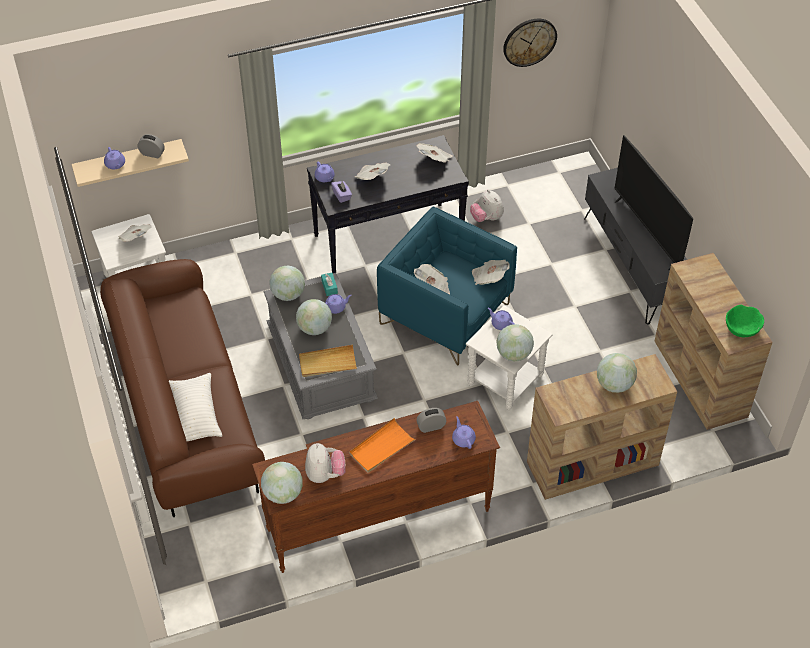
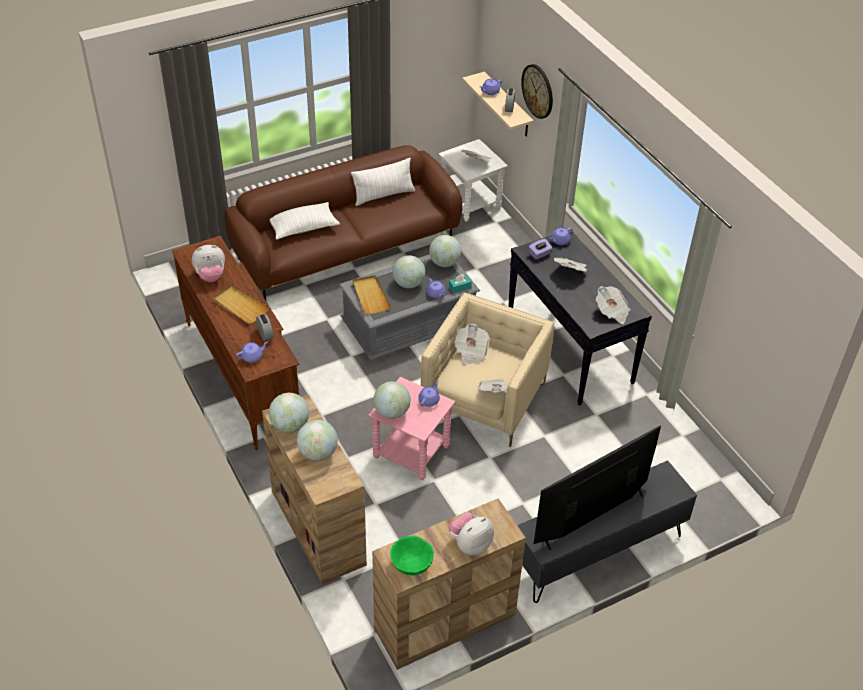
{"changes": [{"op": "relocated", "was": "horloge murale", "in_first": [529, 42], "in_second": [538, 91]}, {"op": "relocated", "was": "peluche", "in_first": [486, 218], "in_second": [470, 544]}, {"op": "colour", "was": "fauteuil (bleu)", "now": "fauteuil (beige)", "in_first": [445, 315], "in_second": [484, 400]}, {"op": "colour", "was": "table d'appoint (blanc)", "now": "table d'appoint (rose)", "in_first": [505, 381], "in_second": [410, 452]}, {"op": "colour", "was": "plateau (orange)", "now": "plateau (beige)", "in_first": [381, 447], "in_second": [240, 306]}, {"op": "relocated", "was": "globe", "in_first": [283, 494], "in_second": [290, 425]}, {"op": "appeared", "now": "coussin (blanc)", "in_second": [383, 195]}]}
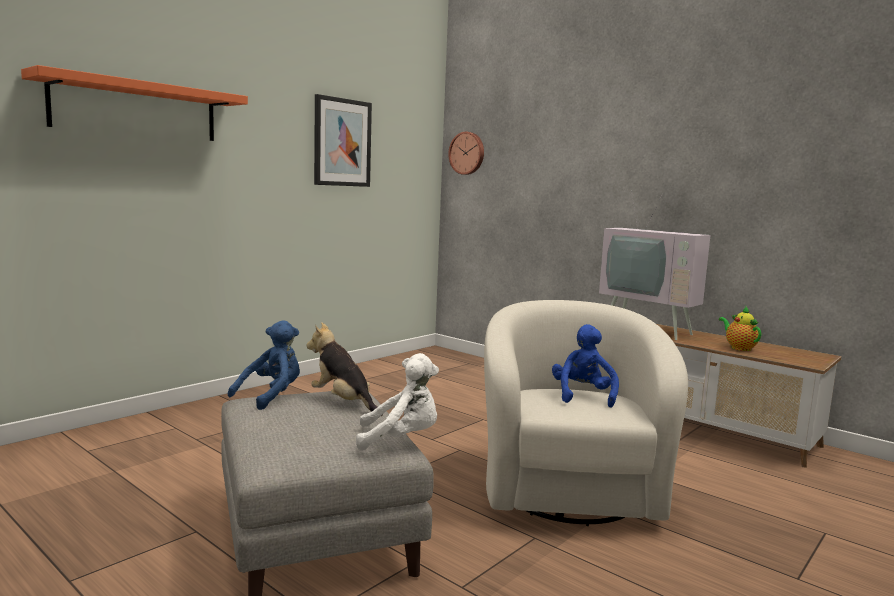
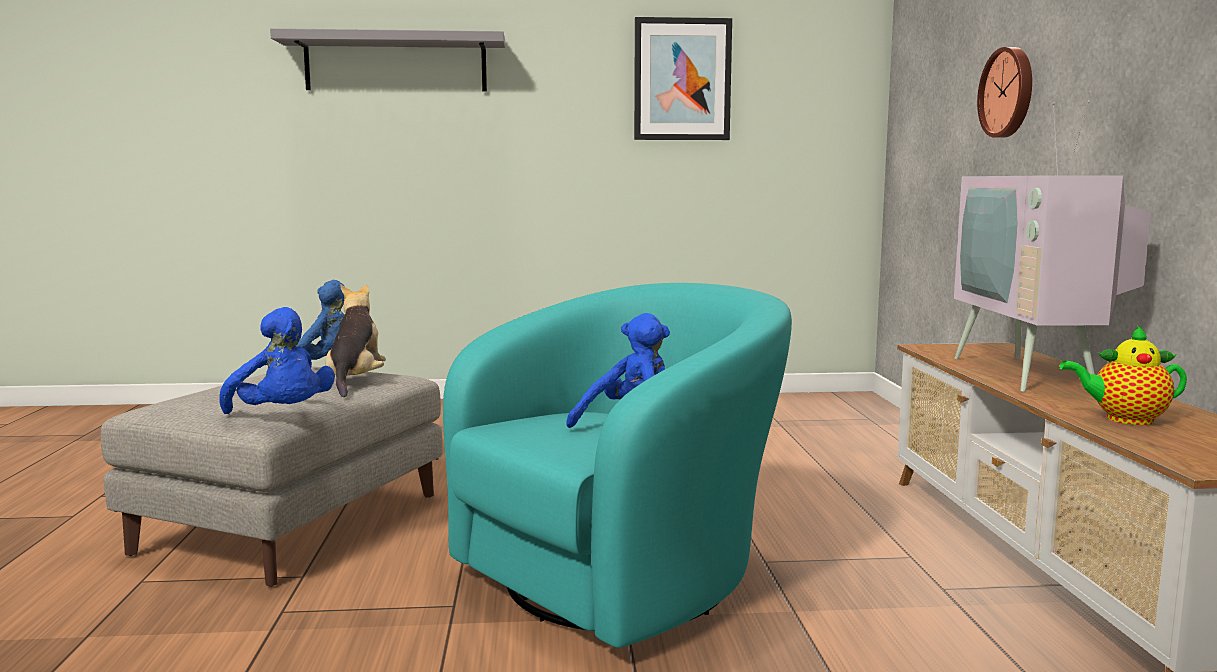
{"changes": [{"op": "colour", "was": "étagère (orange)", "now": "étagère (gris)", "in_first": [136, 110], "in_second": [396, 64]}, {"op": "relocated", "was": "horloge murale", "in_first": [467, 153], "in_second": [1008, 92]}, {"op": "colour", "was": "fauteuil (beige)", "now": "fauteuil (turquoise)", "in_first": [567, 489], "in_second": [623, 579]}, {"op": "spun", "was": "théière", "in_first": [739, 348], "in_second": [1124, 419], "clockwise": -105}, {"op": "colour", "was": "peluche (blanc)", "now": "peluche (bleu)", "in_first": [401, 439], "in_second": [282, 415]}]}
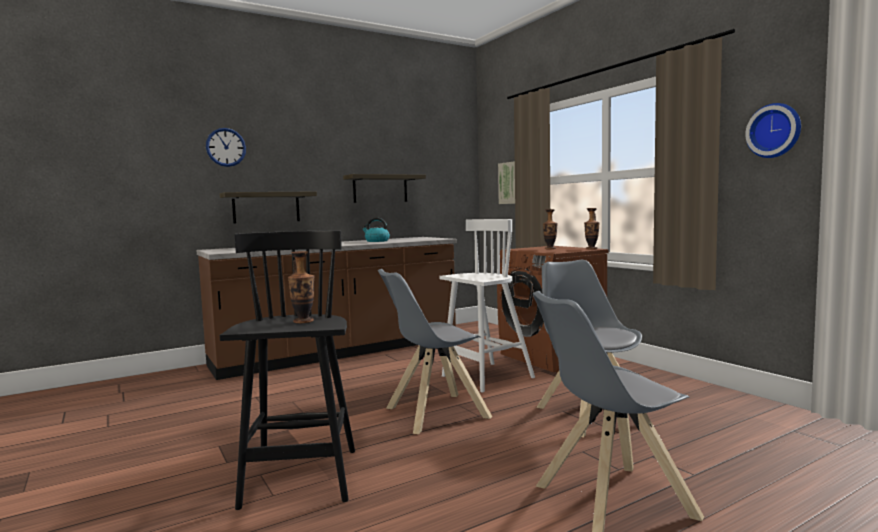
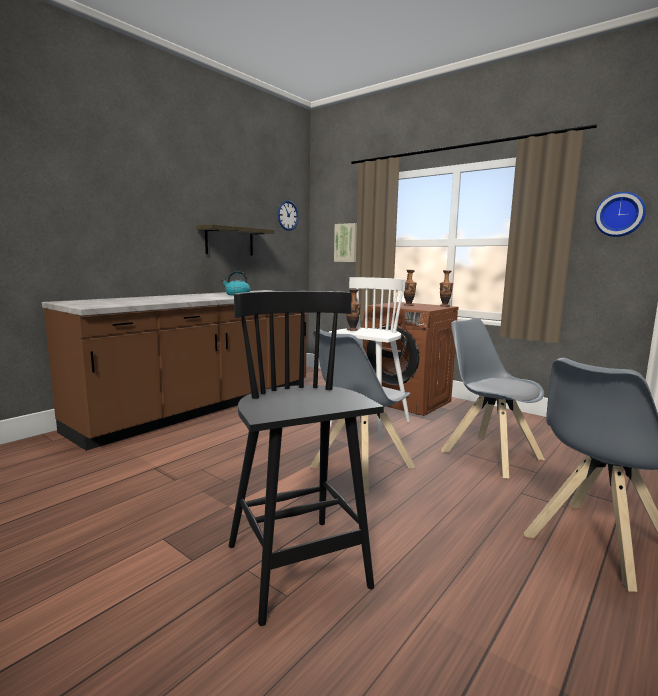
{"changes": [{"op": "relocated", "was": "horloge murale", "in_first": [226, 147], "in_second": [287, 215]}, {"op": "missing", "was": "étagère", "in_first": [266, 207]}, {"op": "relocated", "was": "vase", "in_first": [303, 321], "in_second": [352, 330]}]}
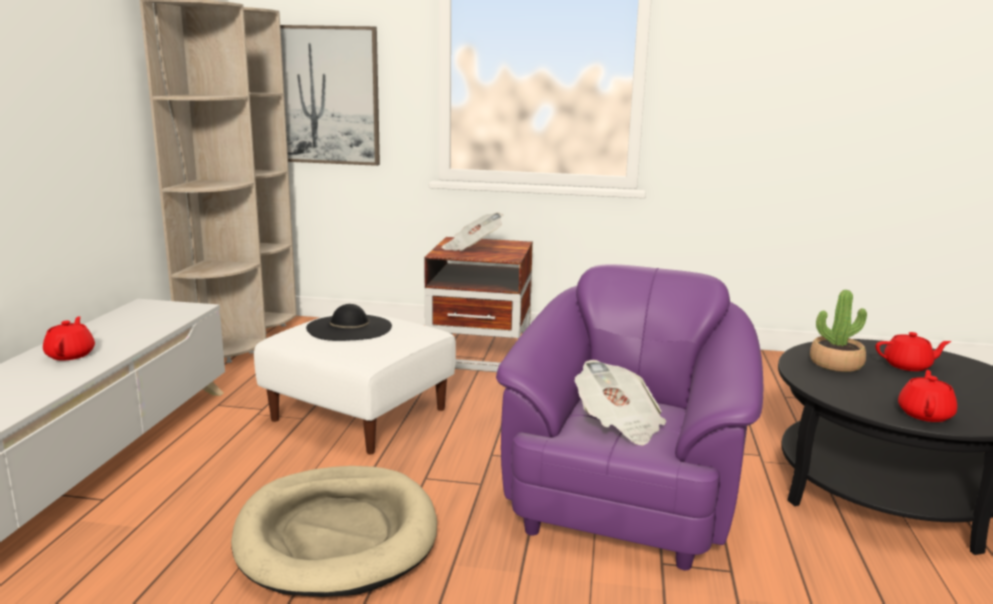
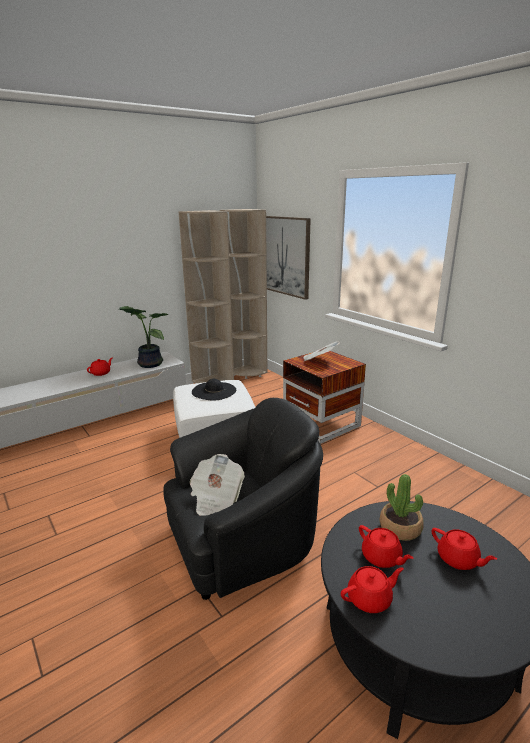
{"changes": [{"op": "colour", "was": "fauteuil (violet)", "now": "fauteuil (noir)", "in_first": [624, 501], "in_second": [242, 544]}, {"op": "missing", "was": "panier pour chien (beige)", "in_first": [337, 535]}, {"op": "appeared", "now": "plante en pot", "in_second": [148, 364]}, {"op": "appeared", "now": "théière (rouge)", "in_second": [382, 557]}]}
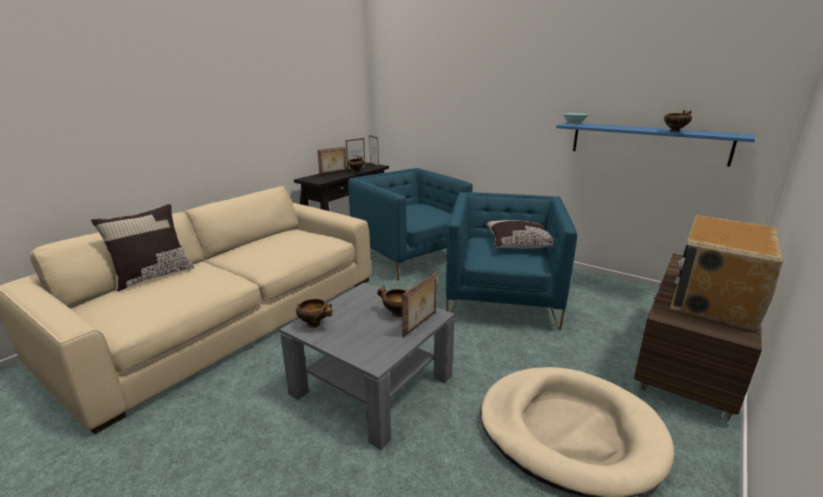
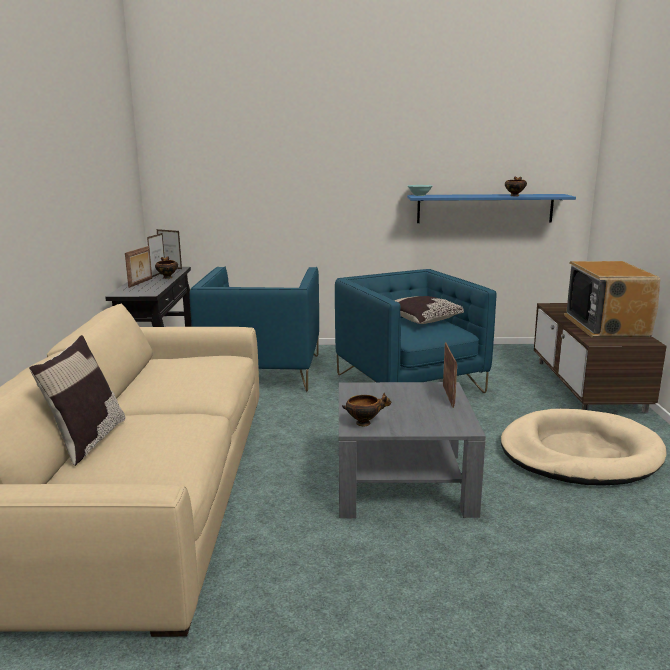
{"changes": [{"op": "spun", "was": "fauteuil (bleu)", "in_first": [409, 256], "in_second": [262, 371], "clockwise": -105}, {"op": "missing", "was": "bol", "in_first": [396, 313]}]}
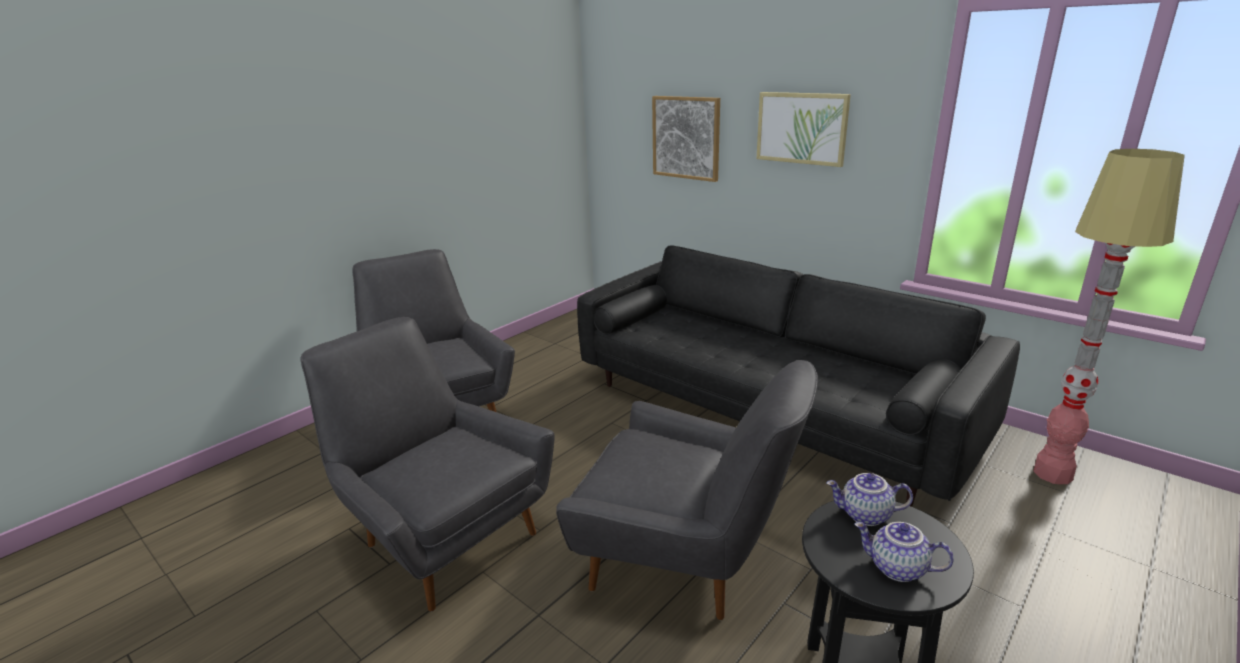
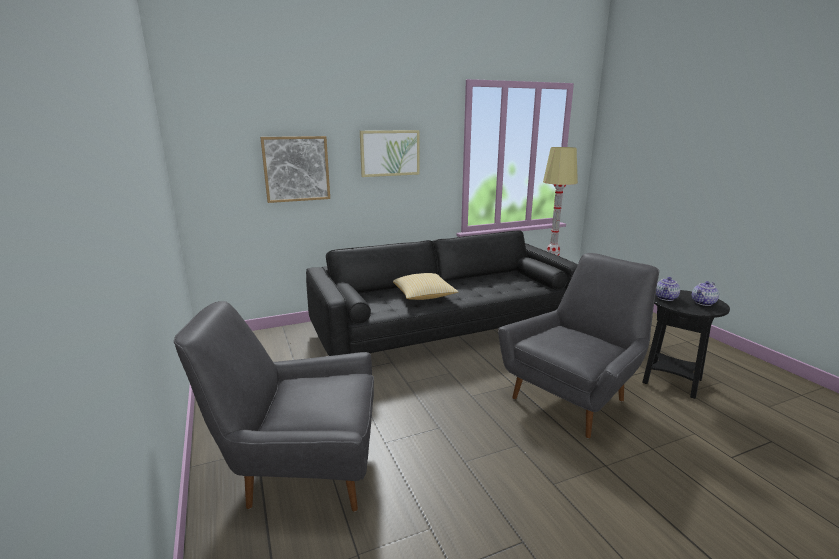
{"changes": [{"op": "missing", "was": "fauteuil (gris)", "in_first": [442, 538]}, {"op": "appeared", "now": "coussin", "in_second": [424, 296]}]}
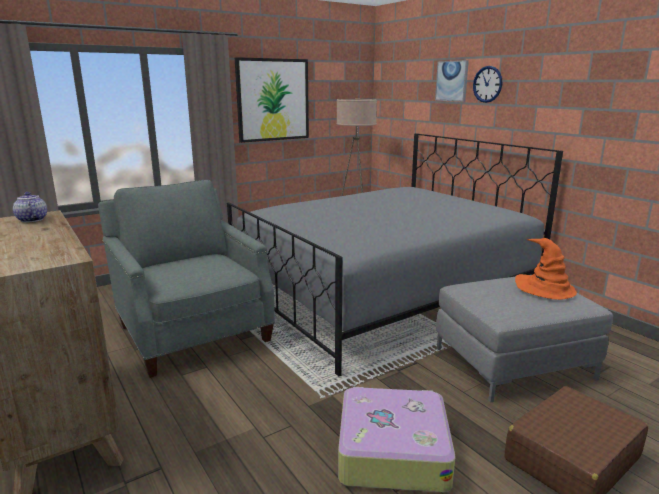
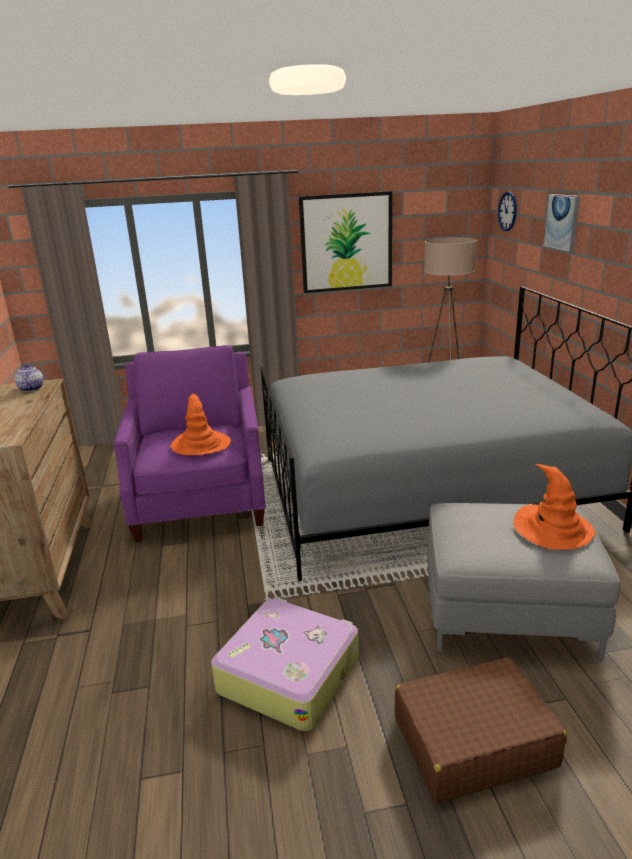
{"changes": [{"op": "relocated", "was": "horloge murale", "in_first": [487, 84], "in_second": [507, 211]}, {"op": "colour", "was": "fauteuil (gris)", "now": "fauteuil (violet)", "in_first": [192, 330], "in_second": [201, 499]}, {"op": "appeared", "now": "chapeau (orange)", "in_second": [200, 444]}]}
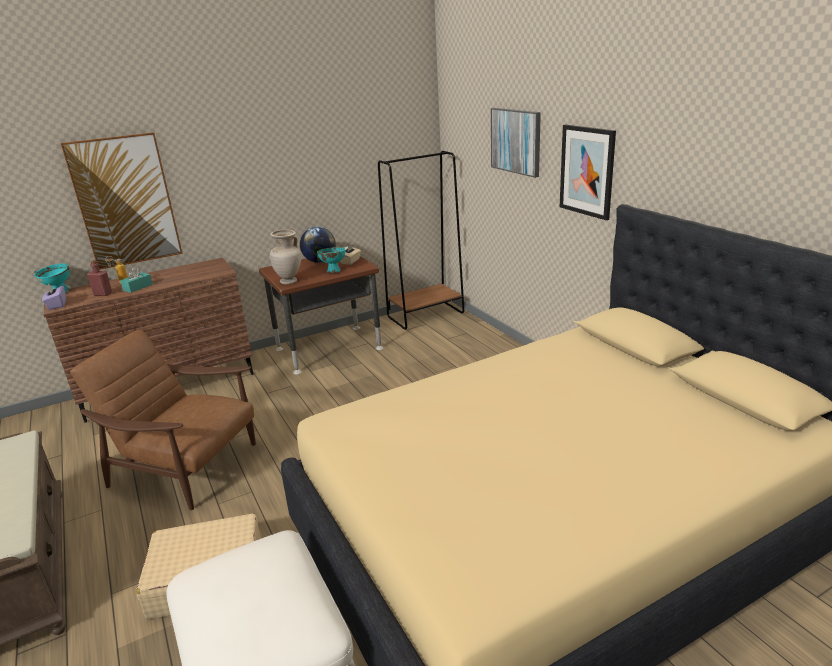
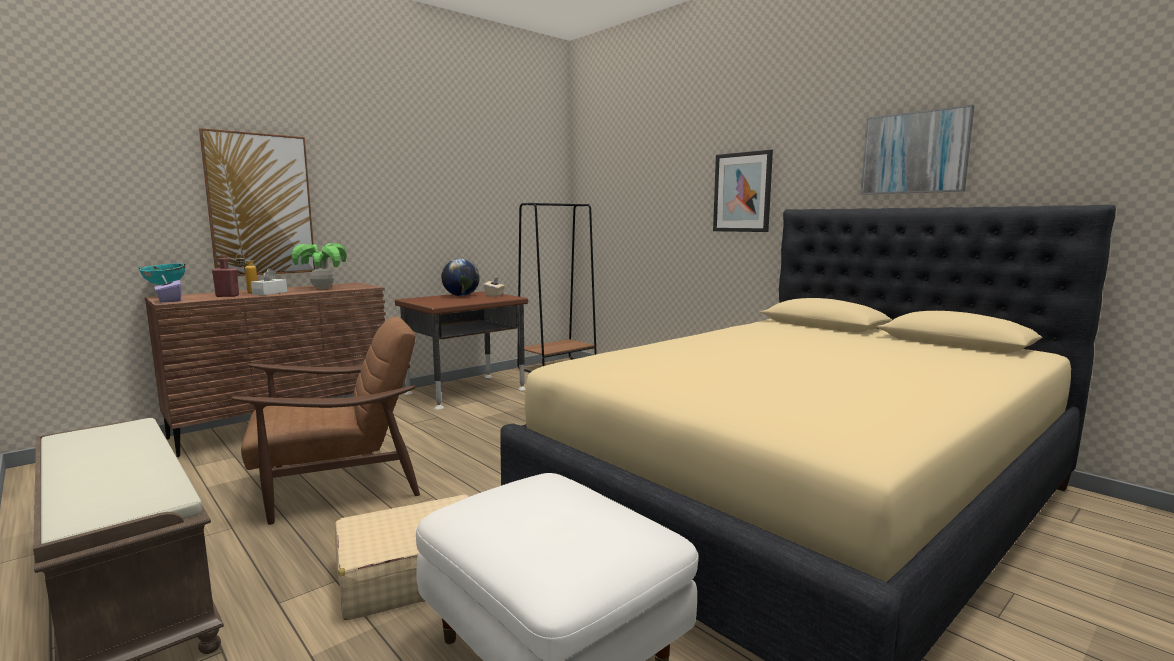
{"changes": [{"op": "relocated", "was": "tableau", "in_first": [516, 141], "in_second": [914, 153]}, {"op": "missing", "was": "vase (beige)", "in_first": [289, 282]}, {"op": "missing", "was": "bol (turquoise)", "in_first": [333, 271]}, {"op": "colour", "was": "boîte à mouchoirs (turquoise)", "now": "boîte à mouchoirs (blanc)", "in_first": [138, 287], "in_second": [270, 293]}, {"op": "spun", "was": "fauteuil (marron)", "in_first": [187, 466], "in_second": [338, 483], "clockwise": 150}, {"op": "appeared", "now": "plante en pot", "in_second": [322, 288]}]}
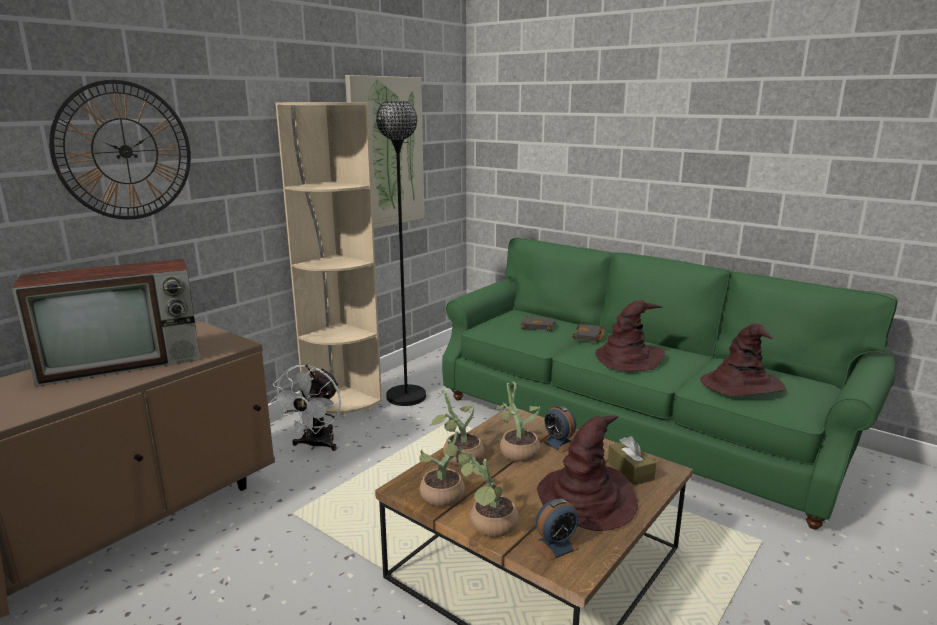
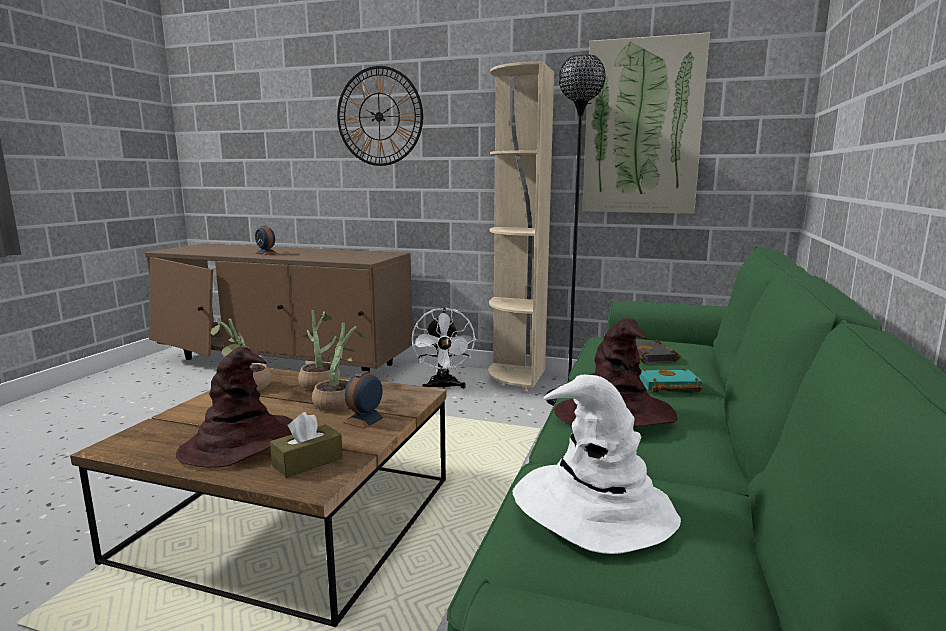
{"changes": [{"op": "missing", "was": "téléviseur", "in_first": [125, 362]}, {"op": "colour", "was": "livre (noir)", "now": "livre (turquoise)", "in_first": [589, 336], "in_second": [668, 386]}, {"op": "colour", "was": "chapeau (marron)", "now": "chapeau (blanc)", "in_first": [742, 385], "in_second": [590, 508]}, {"op": "spun", "was": "ventilateur (blanc)", "in_first": [316, 445], "in_second": [443, 387], "clockwise": -90}, {"op": "missing", "was": "plante en pot", "in_first": [490, 527]}, {"op": "relocated", "was": "réveil", "in_first": [555, 546], "in_second": [266, 253]}]}
